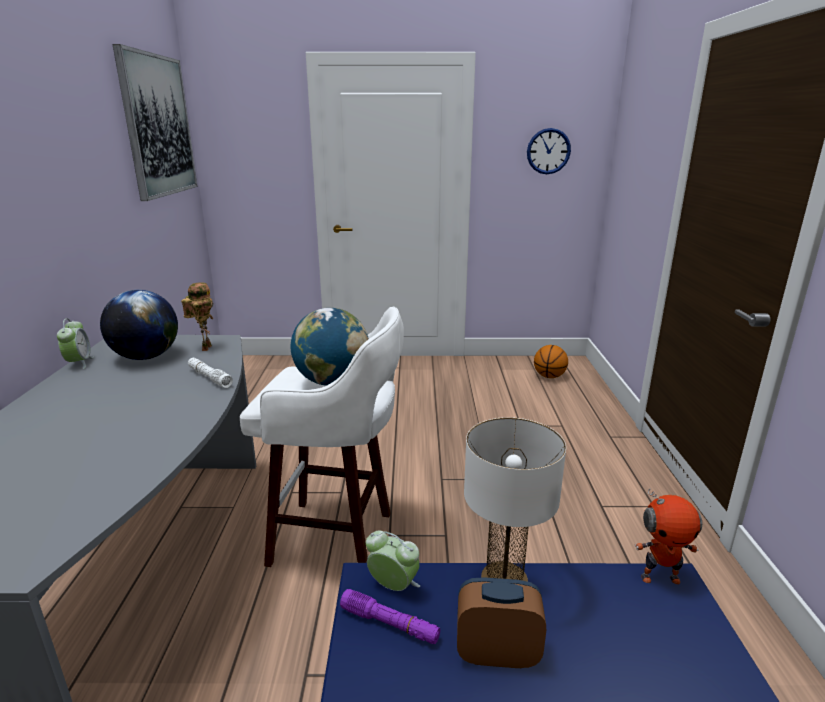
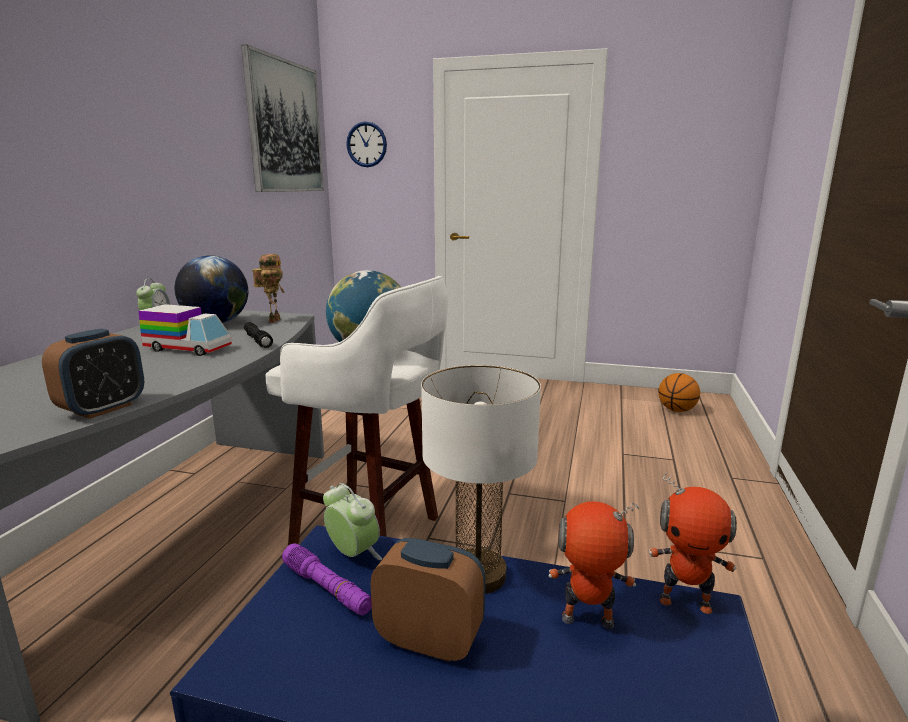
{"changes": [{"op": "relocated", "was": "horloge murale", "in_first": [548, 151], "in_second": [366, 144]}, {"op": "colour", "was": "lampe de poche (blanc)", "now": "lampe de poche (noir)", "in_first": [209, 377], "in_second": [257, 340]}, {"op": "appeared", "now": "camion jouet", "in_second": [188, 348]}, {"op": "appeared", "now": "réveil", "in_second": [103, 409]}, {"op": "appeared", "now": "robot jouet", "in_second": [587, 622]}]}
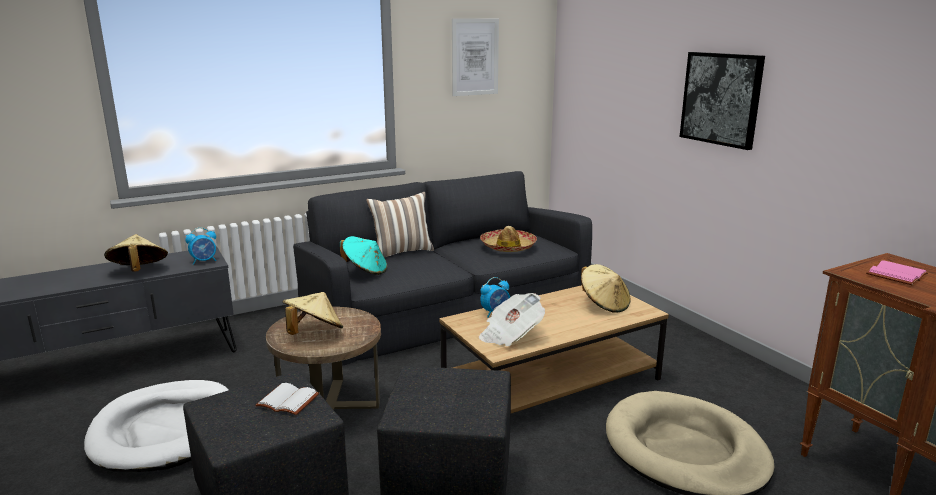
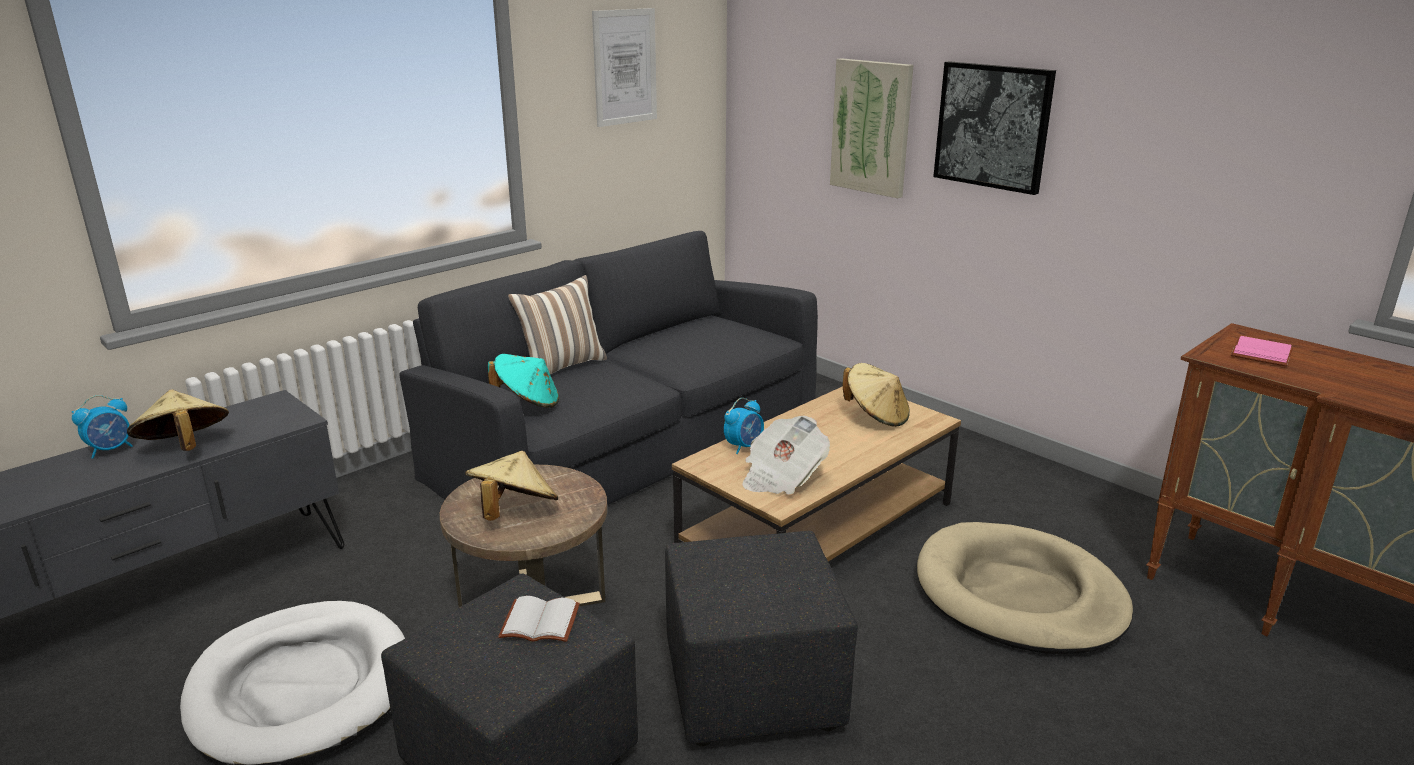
{"changes": [{"op": "missing", "was": "chapeau", "in_first": [507, 247]}, {"op": "relocated", "was": "réveil", "in_first": [204, 261], "in_second": [111, 450]}, {"op": "appeared", "now": "tableau", "in_second": [871, 127]}]}
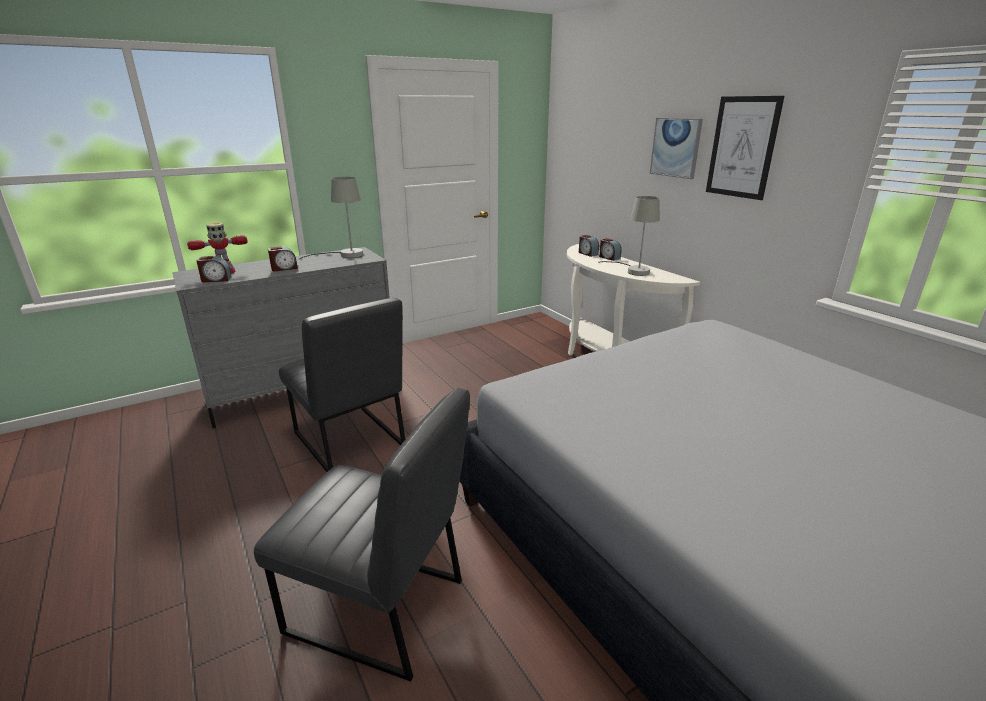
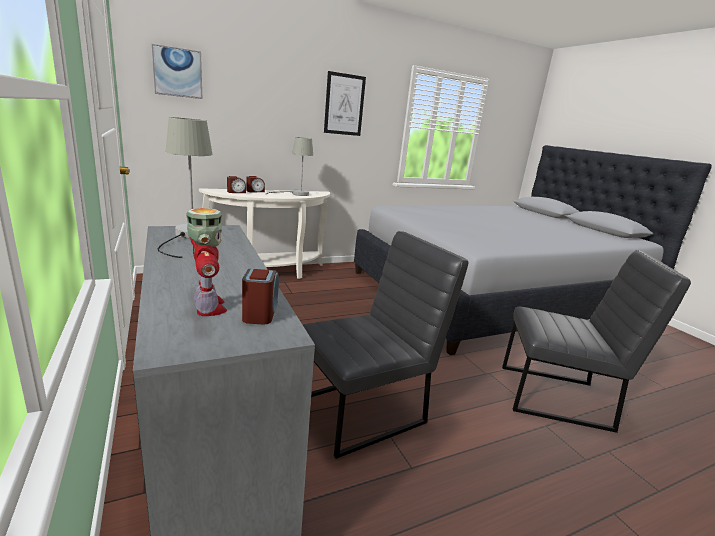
{"changes": [{"op": "relocated", "was": "tableau", "in_first": [676, 147], "in_second": [177, 72]}, {"op": "missing", "was": "réveil", "in_first": [284, 268]}, {"op": "spun", "was": "chaise (gris)", "in_first": [380, 608], "in_second": [557, 397], "clockwise": 75}]}
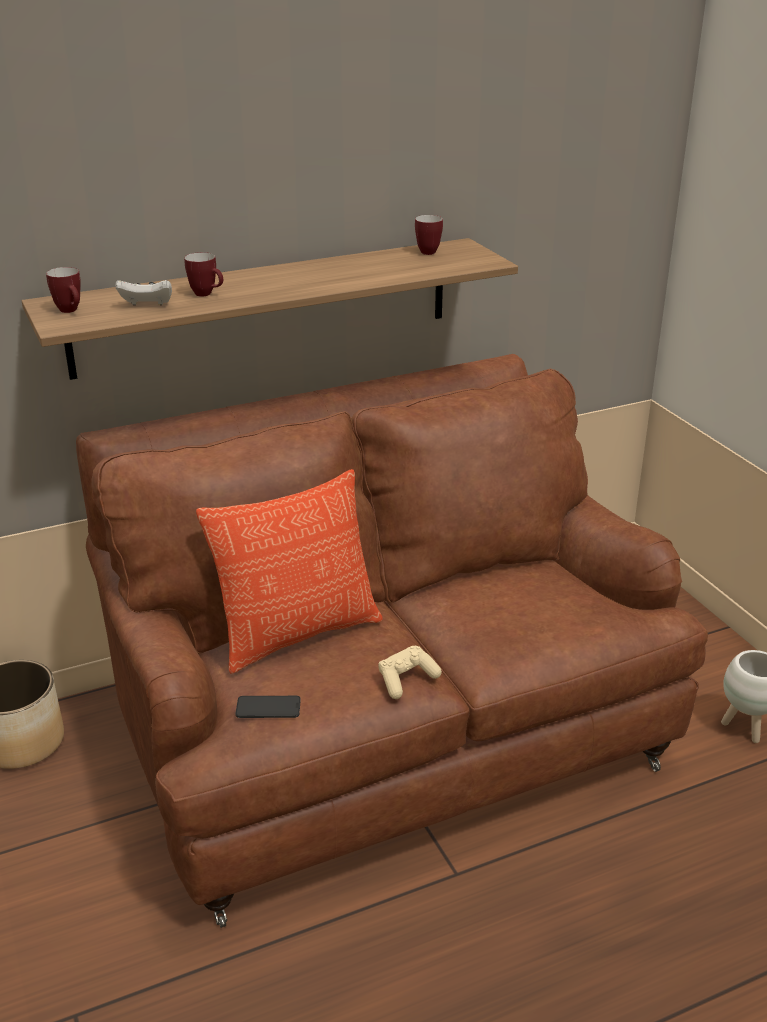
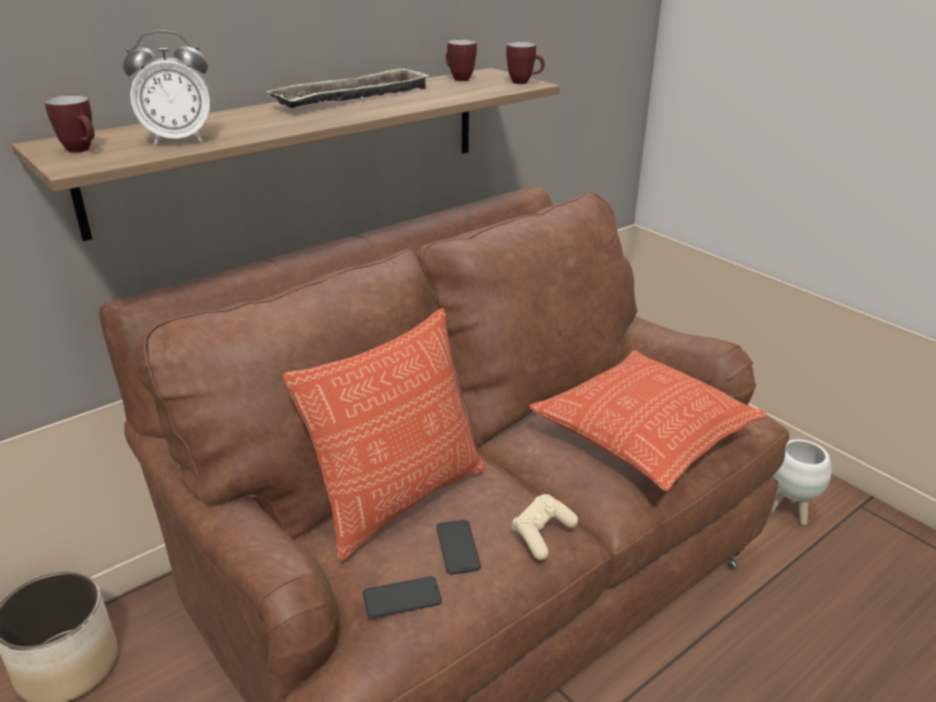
{"changes": [{"op": "relocated", "was": "mug", "in_first": [207, 294], "in_second": [524, 82]}, {"op": "exchanged", "was": "manette (blanc)", "now": "réveil", "in_first": [147, 306], "in_second": [179, 139]}, {"op": "appeared", "now": "plateau", "in_second": [353, 98]}, {"op": "appeared", "now": "coussin (orange)", "in_second": [644, 437]}, {"op": "appeared", "now": "téléphone", "in_second": [458, 547]}]}
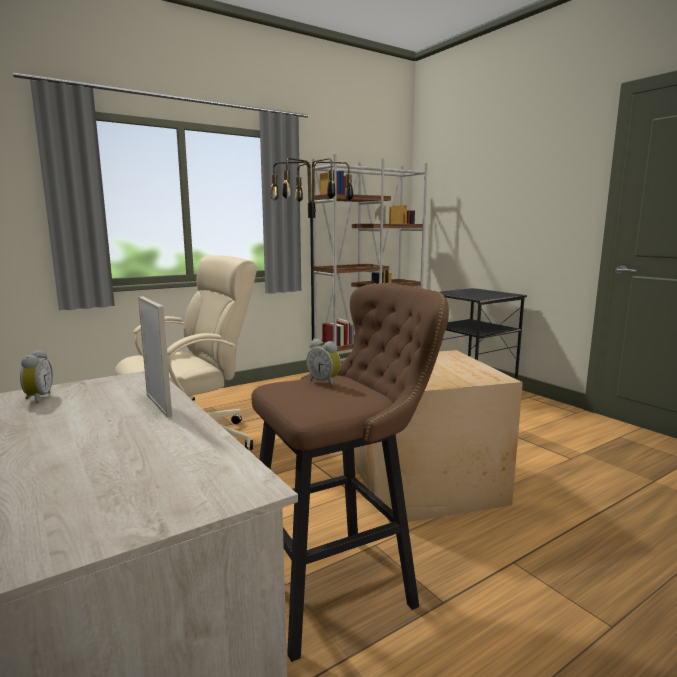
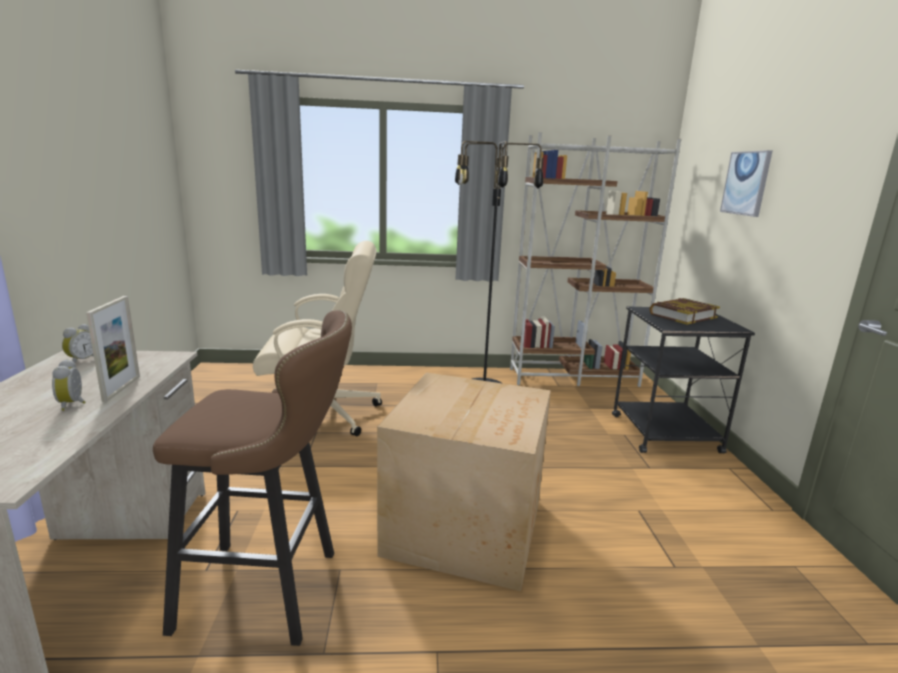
{"changes": [{"op": "relocated", "was": "réveil", "in_first": [325, 382], "in_second": [74, 404]}, {"op": "appeared", "now": "tableau", "in_second": [746, 183]}, {"op": "appeared", "now": "livre", "in_second": [682, 315]}]}
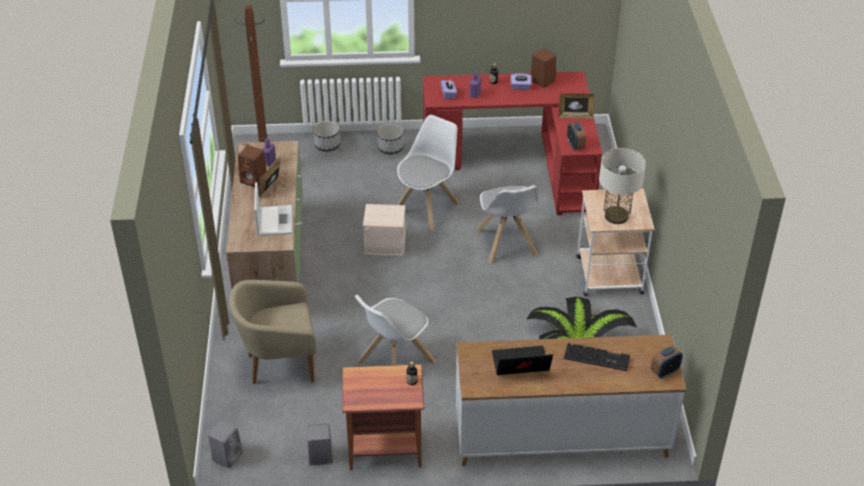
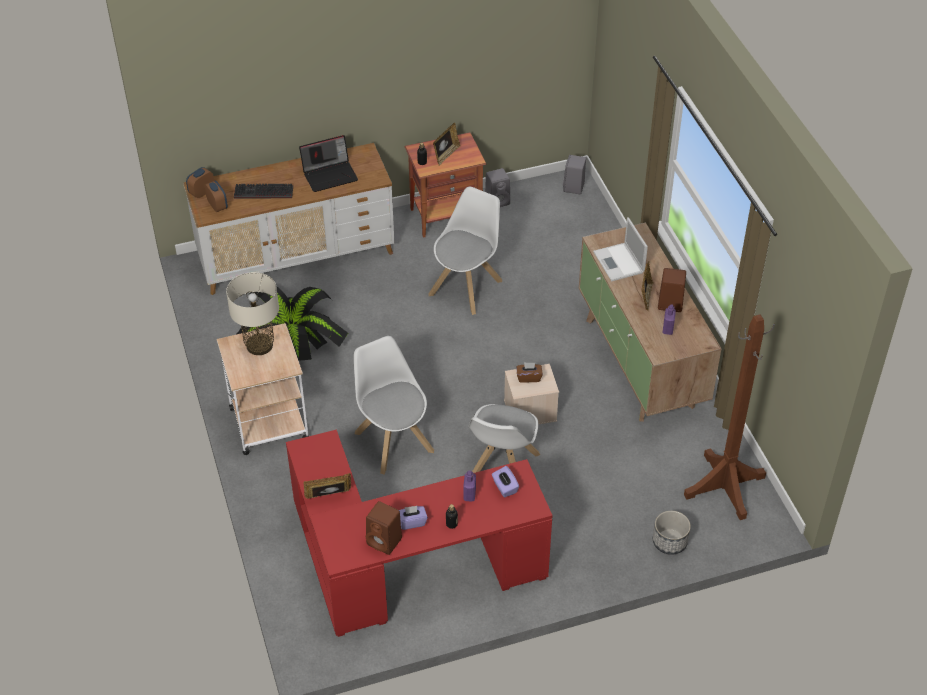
{"changes": [{"op": "relocated", "was": "réveil", "in_first": [575, 145], "in_second": [217, 206]}, {"op": "missing", "was": "cache-pot", "in_first": [390, 148]}, {"op": "missing", "was": "fauteuil (beige)", "in_first": [279, 364]}, {"op": "appeared", "now": "cadre photo", "in_second": [446, 155]}, {"op": "appeared", "now": "boîte à mouchoirs (marron)", "in_second": [529, 377]}]}
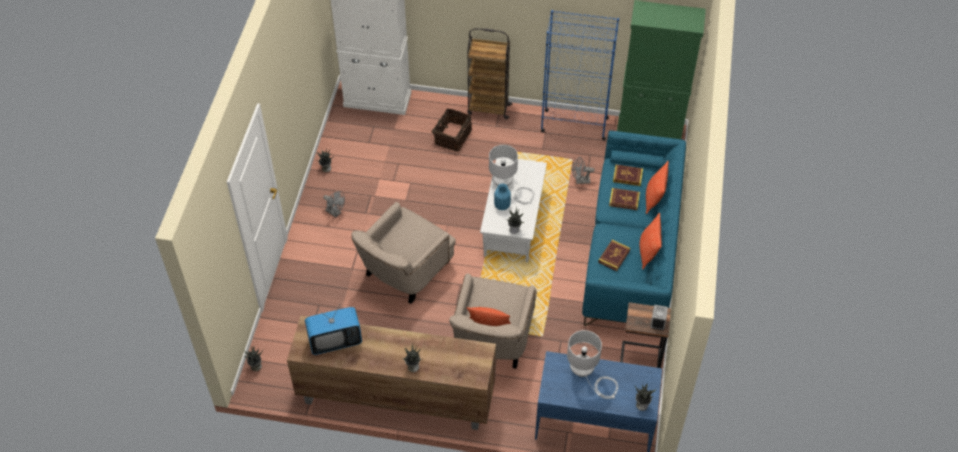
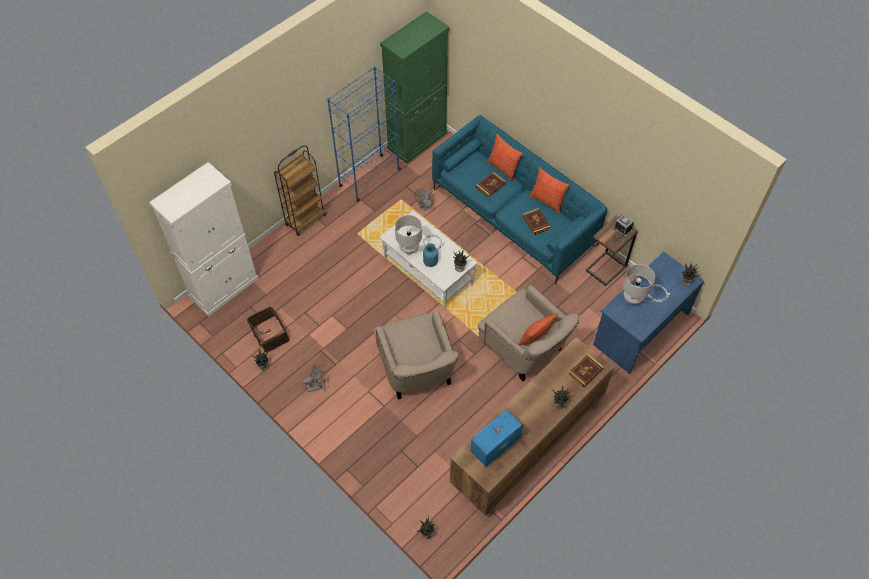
{"changes": [{"op": "relocated", "was": "panier", "in_first": [452, 137], "in_second": [269, 335]}, {"op": "relocated", "was": "livre", "in_first": [627, 176], "in_second": [585, 371]}, {"op": "spun", "was": "téléviseur", "in_first": [335, 341], "in_second": [495, 446], "clockwise": -150}]}
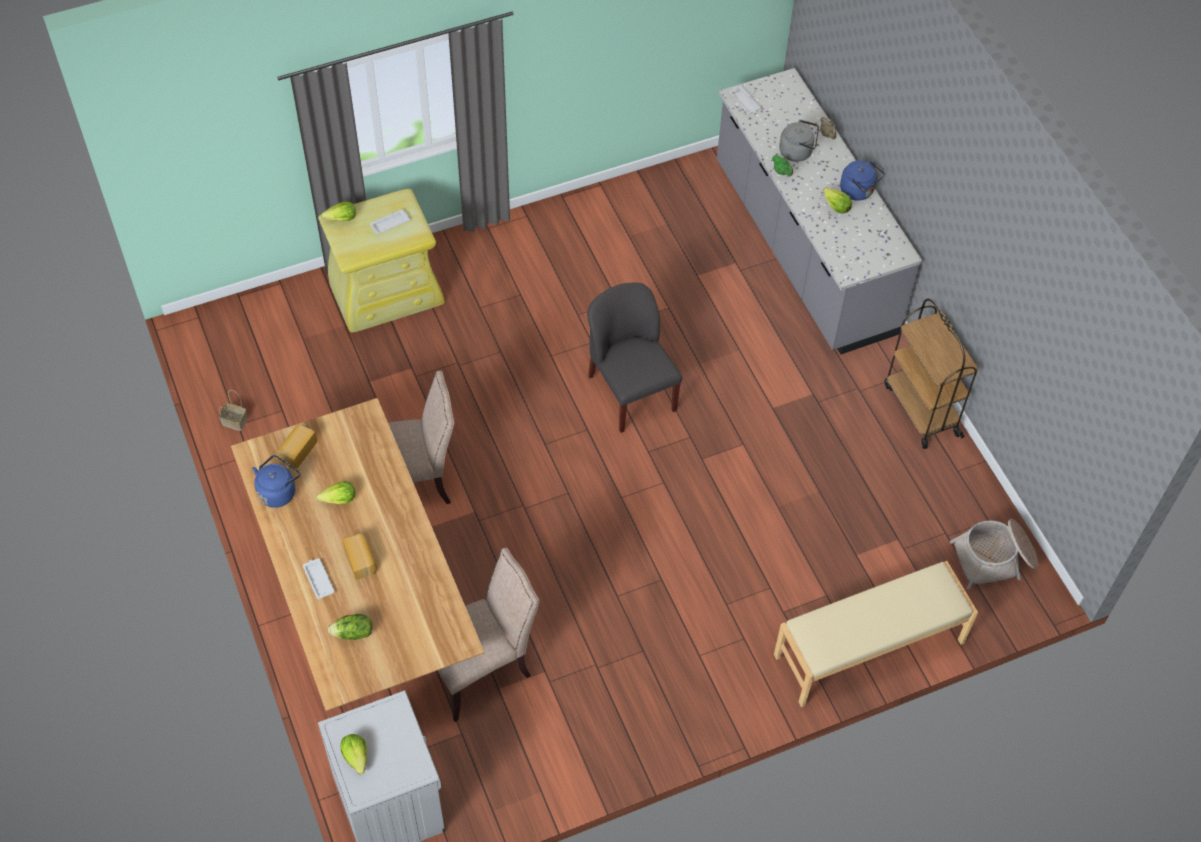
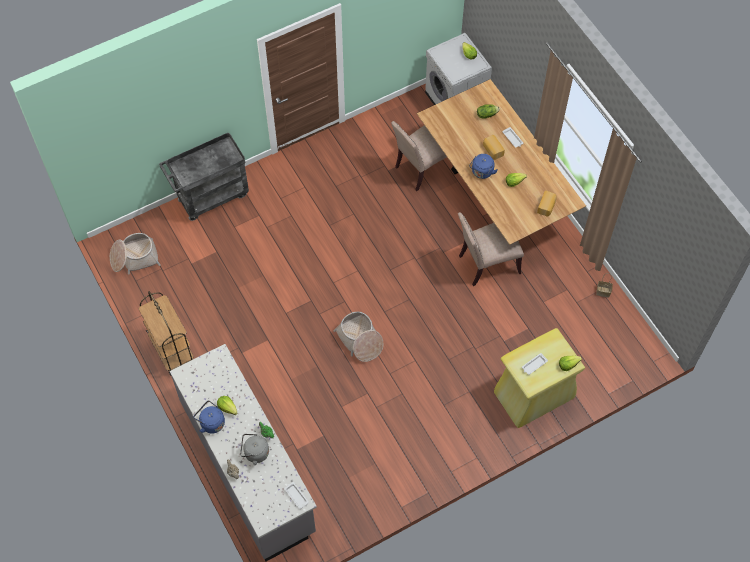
{"changes": [{"op": "exchanged", "was": "chaise (gris)", "now": "panier", "in_first": [630, 392], "in_second": [360, 340]}, {"op": "relocated", "was": "bouilloire (bleu)", "in_first": [278, 491], "in_second": [482, 172]}, {"op": "exchanged", "was": "banc (beige)", "now": "chariot (noir)", "in_first": [869, 649], "in_second": [210, 200]}]}
